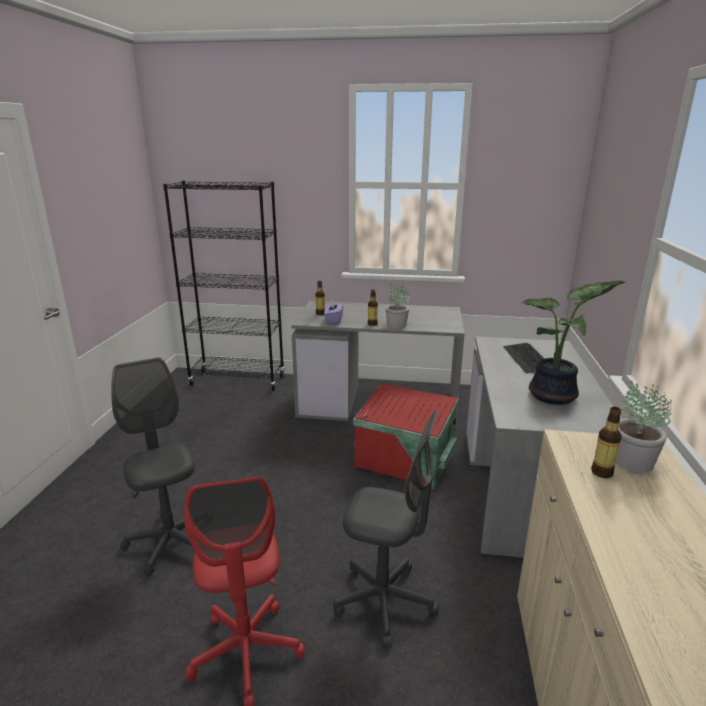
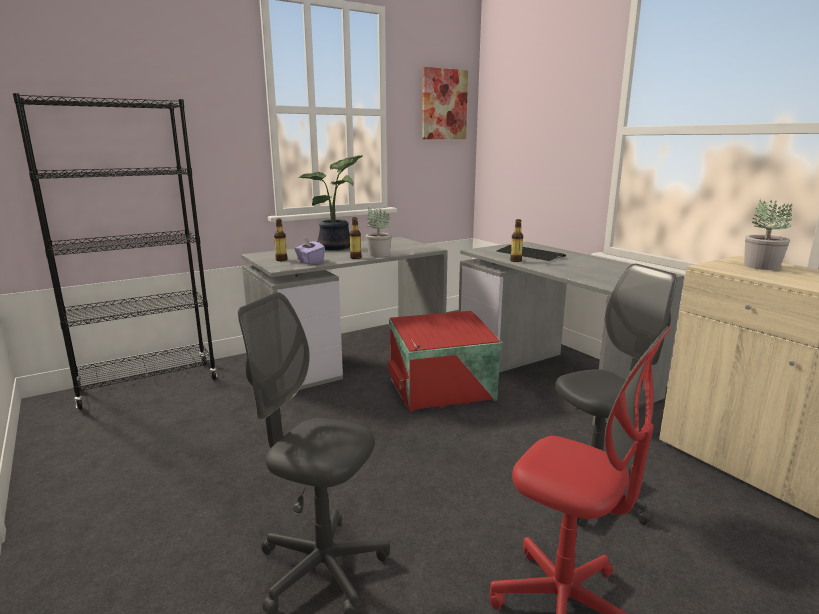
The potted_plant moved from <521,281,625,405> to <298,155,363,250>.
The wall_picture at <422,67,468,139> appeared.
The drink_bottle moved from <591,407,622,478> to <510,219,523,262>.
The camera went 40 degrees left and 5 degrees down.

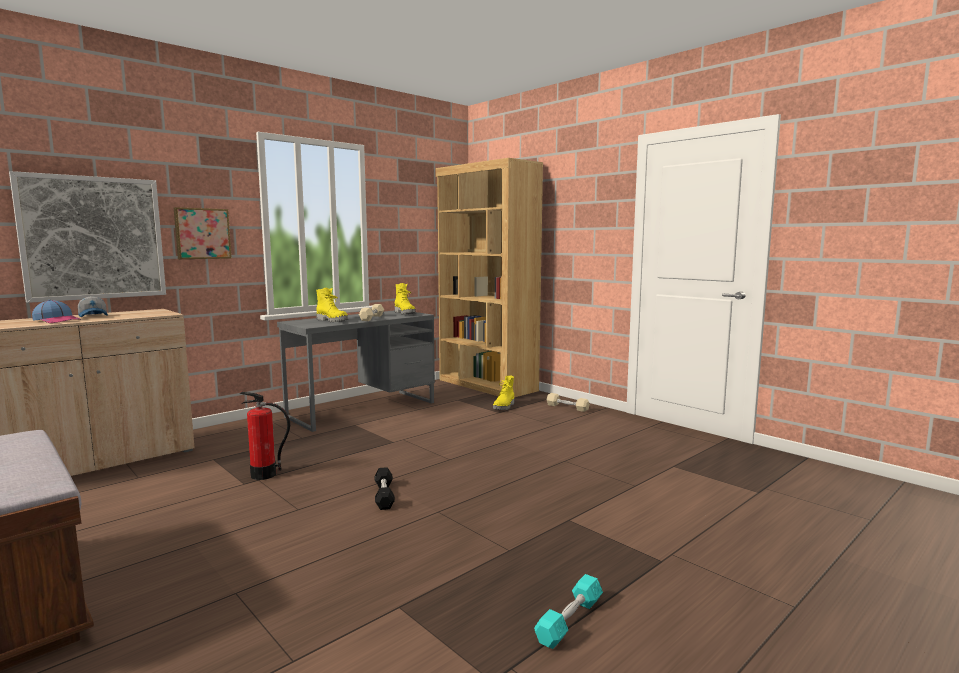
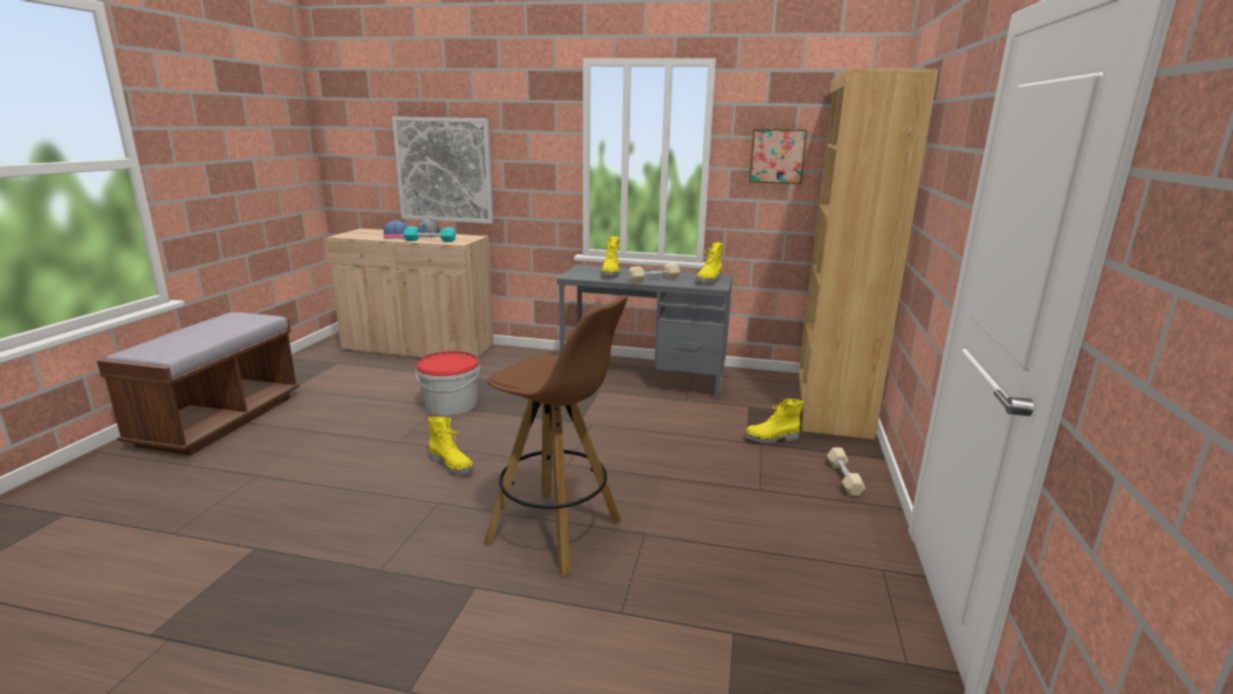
The turquoise_dumbbell moved from <534,574,603,649> to <404,227,456,242>.
The extinguisher at <239,392,290,480> was replaced by the water_bucket at <416,351,480,415>.
The blackish_dumbbell at <374,467,395,510> was replaced by the yellow-coloured_boot at <428,417,473,475>.
The brown-coloured_stool at <484,295,628,577> appeared.
The wall_picture moved from <174,207,232,259> to <749,128,808,184>.
The camera went 55 degrees right and 10 degrees up.

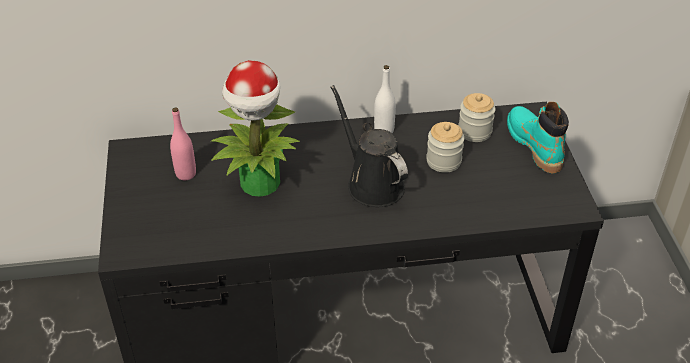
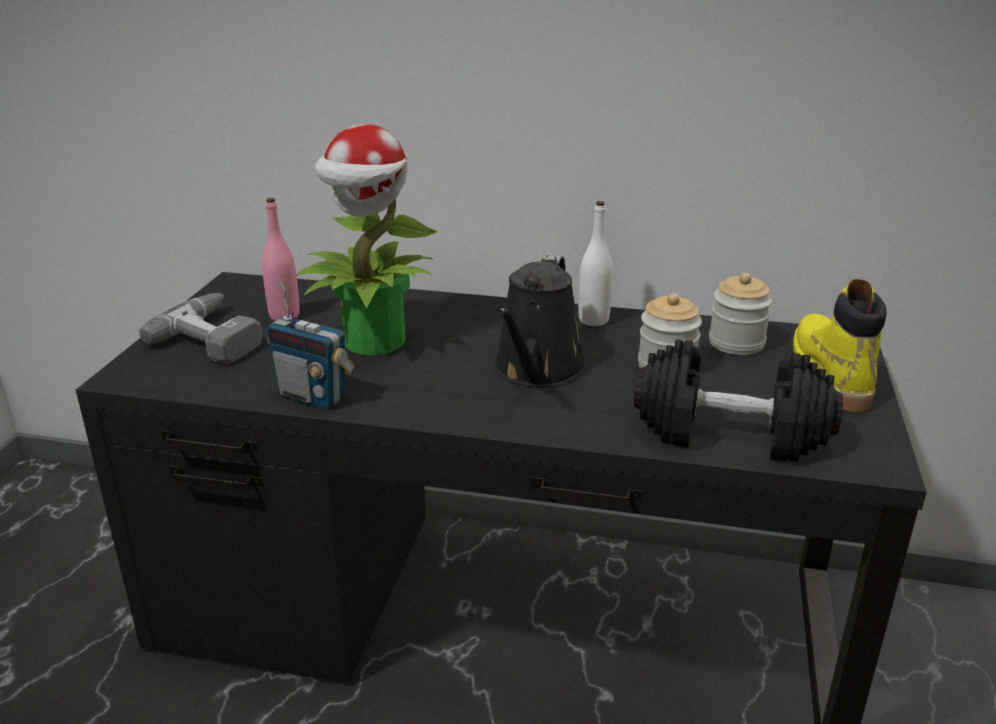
The power_drill at <139,293,262,364> appeared.
The radio_set at <266,278,355,409> appeared.
The blackish_watering_can at <331,85,408,207> turned 150 degrees counterclockwise.
The blackish_dumbbell at <634,339,843,462> appeared.
The turquoise_boot at <507,102,569,173> became the yellow-coloured_boot at <793,279,887,412>.
The camera went 20 degrees right and 15 degrees down.

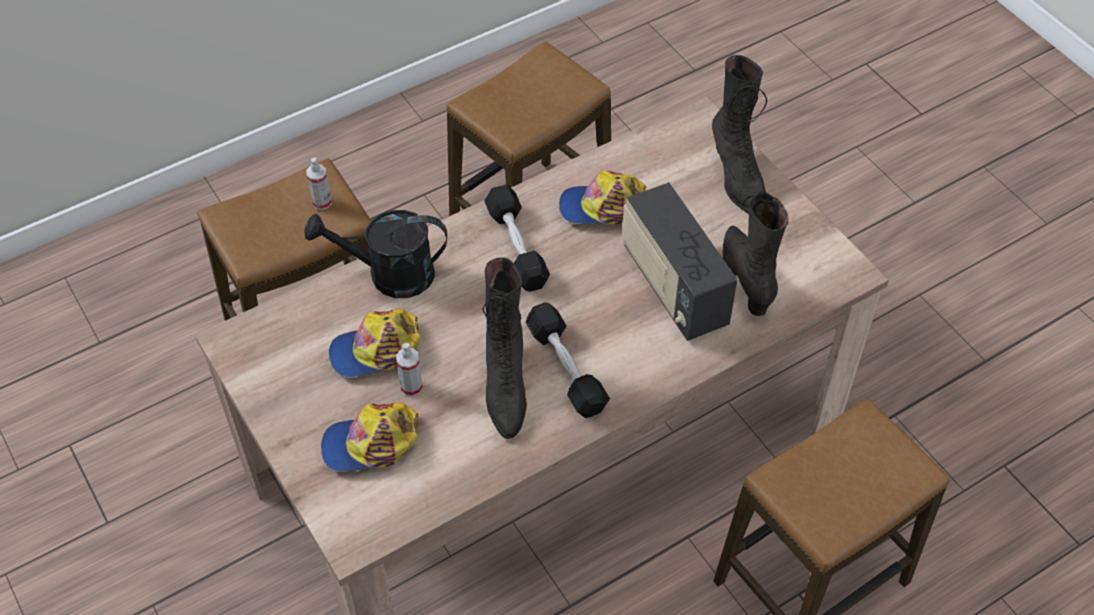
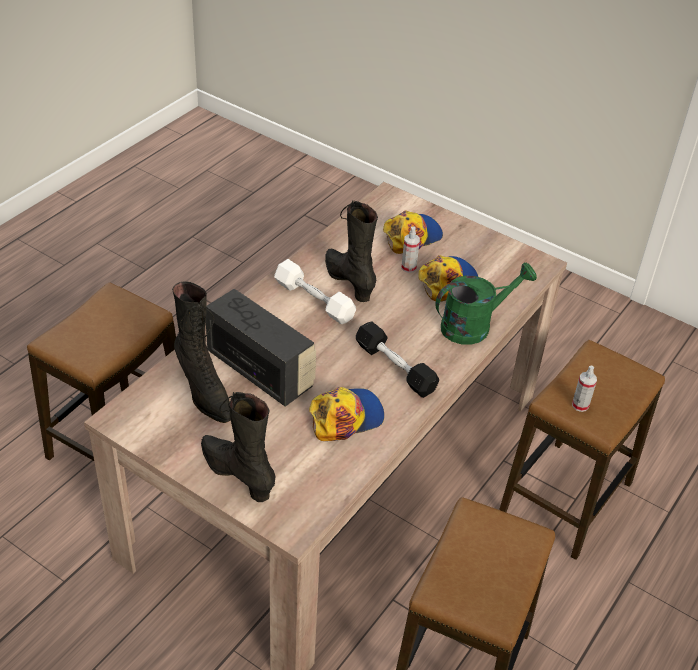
The blackish_dumbbell at <526,303,610,418> became the whitish_dumbbell at <274,259,356,324>.
The blackish_watering_can at <304,210,447,298> became the green-coloured_watering_can at <435,262,537,345>.
The camera went 155 degrees right and 10 degrees down.

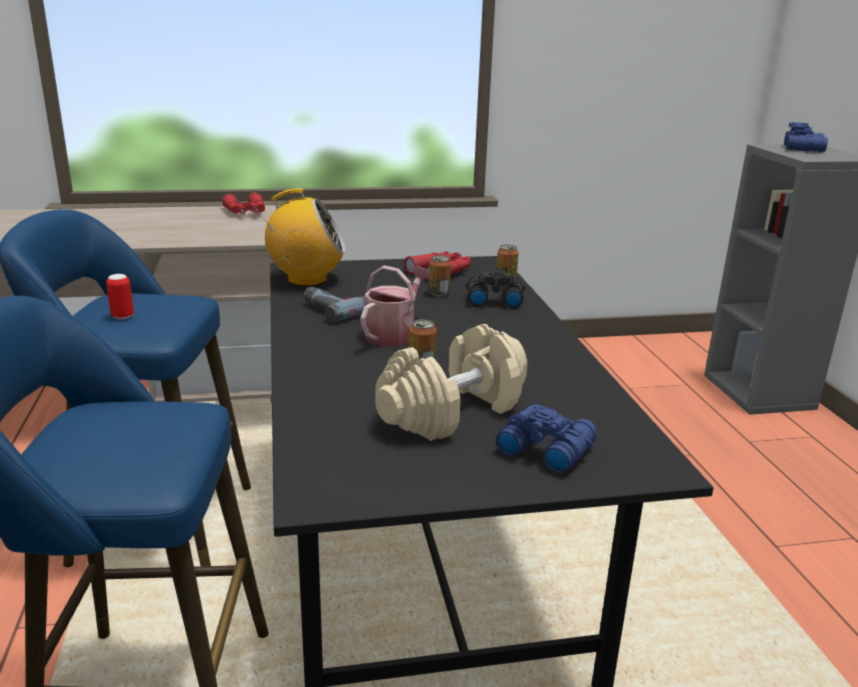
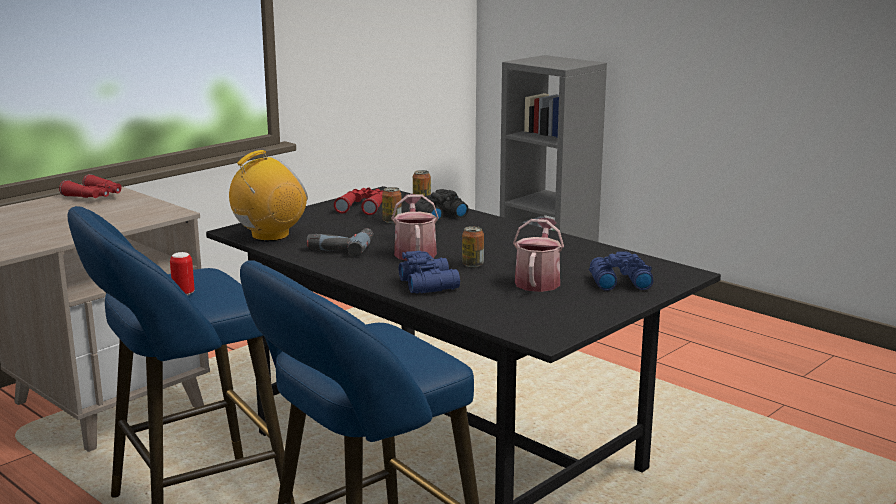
The blue-coloured_binoculars moved from <784,122,828,152> to <399,251,460,294>.
The beige_dumbbell at <375,324,528,441> was replaced by the watering_can at <513,218,564,292>.
The camera went 35 degrees left and 5 degrees down.

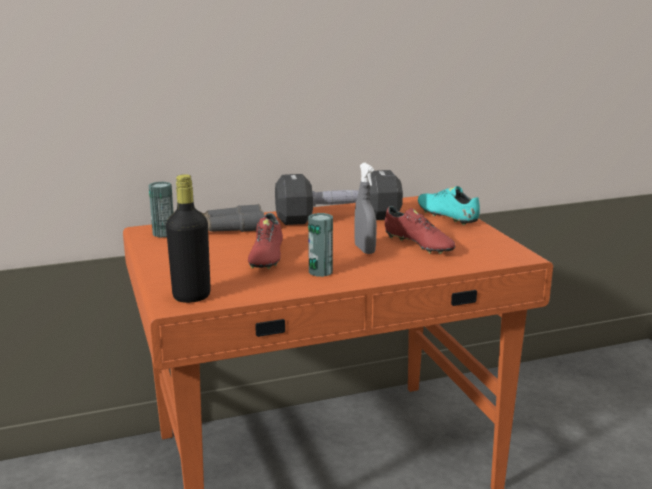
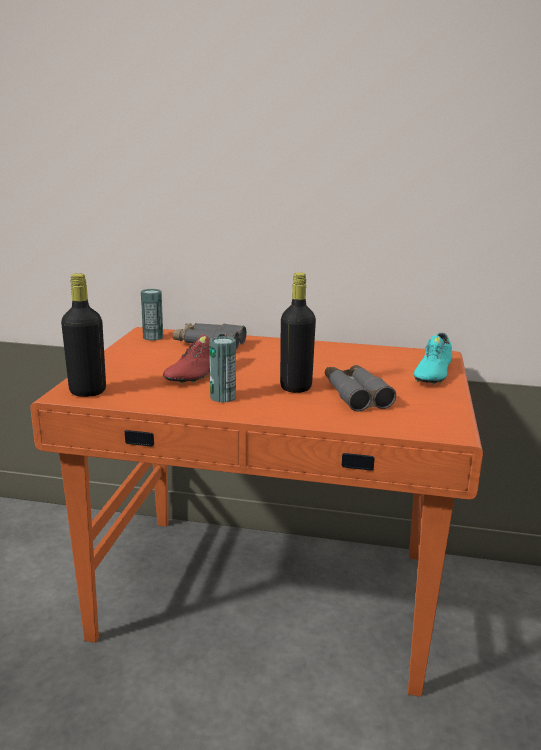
The gray_sprayer at <354,163,377,254> was replaced by the blackish_drink_bottle at <280,273,316,393>.
The reddish_item_of_footwear at <385,206,456,254> was replaced by the gray_binoculars at <325,365,396,412>.
The turquoise_item_of_footwear at <418,186,480,225> turned 150 degrees counterclockwise.
The blackish_dumbbell at <275,170,403,225> disappeared.
The camera went 30 degrees right and 0 degrees up.

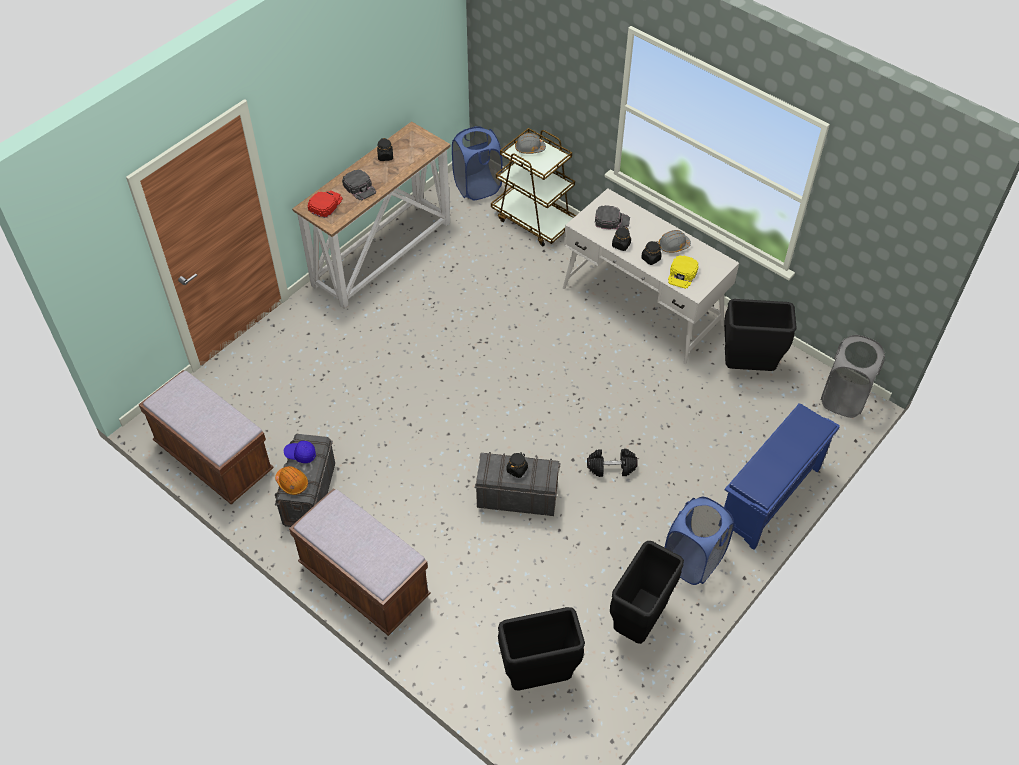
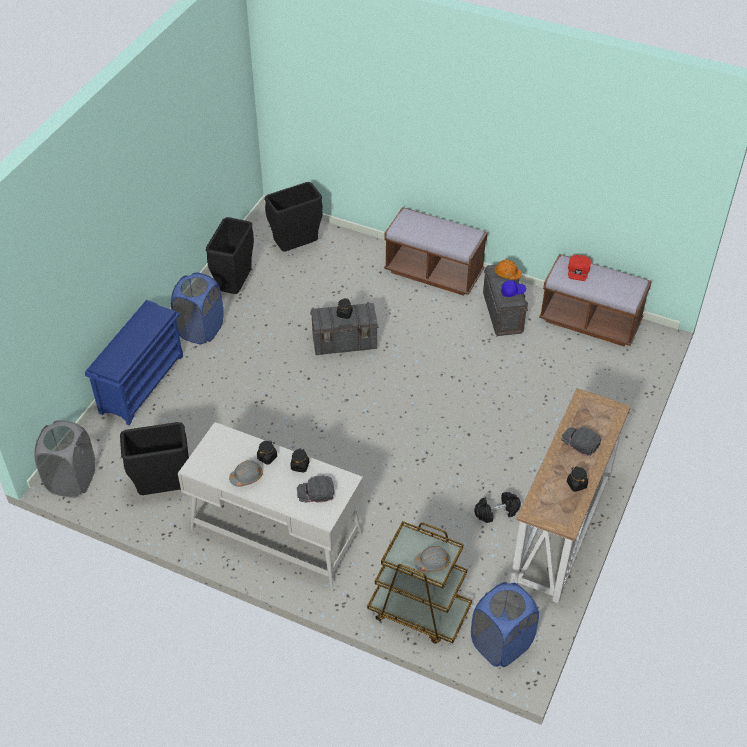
The blackish_dumbbell moved from <587,449,638,477> to <474,492,521,523>.
The reddish_baseball_cap moved from <307,190,343,218> to <568,255,591,281>.
The yellow-coloured_baseball_cap at <668,255,699,289> disappeared.
The camera went 165 degrees right and 5 degrees down.

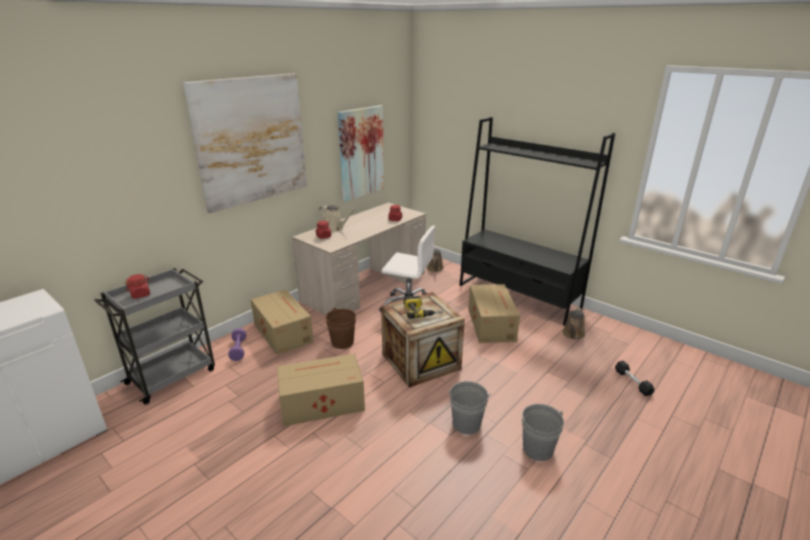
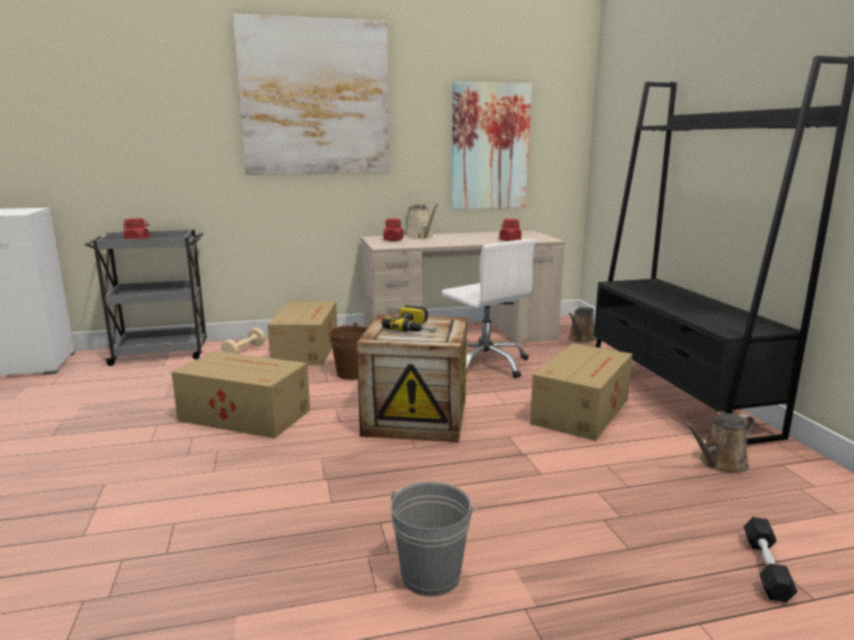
The purple-coloured_dumbbell at <228,328,246,361> became the beige_dumbbell at <221,328,265,354>.
The gray_water_bucket at <447,381,491,434> disappeared.
The camera went 35 degrees right and 10 degrees down.

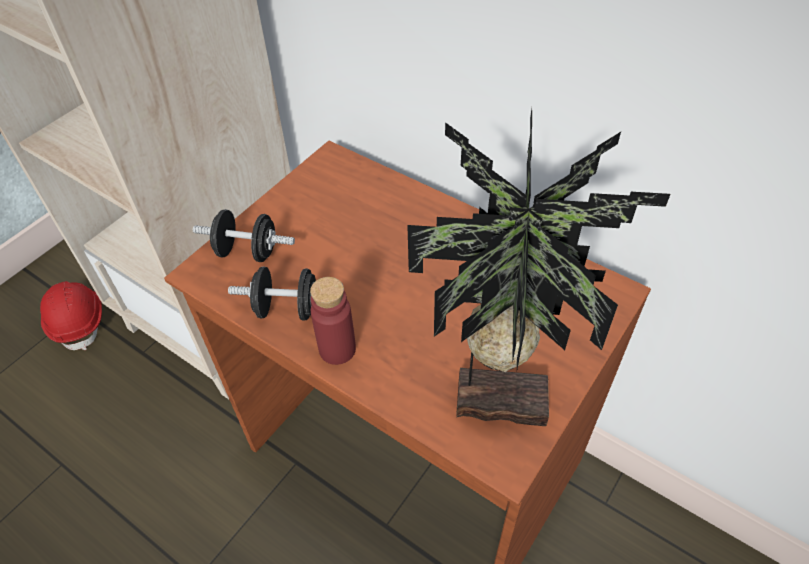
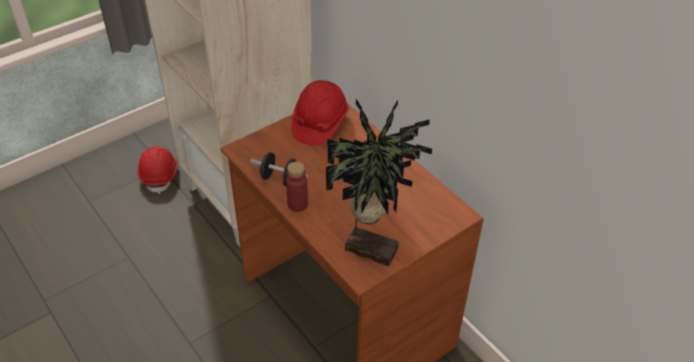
The reddish_hard_hat at <291,80,349,146> appeared.
The blackish_dumbbell at <193,209,295,262> disappeared.
The camera went 15 degrees right and 5 degrees down.

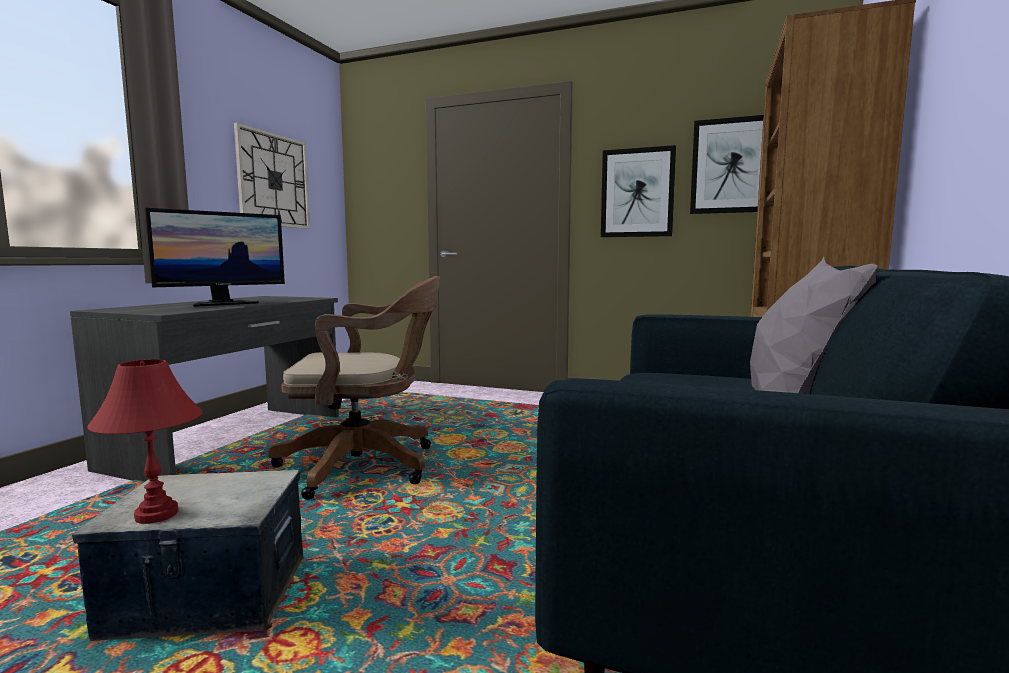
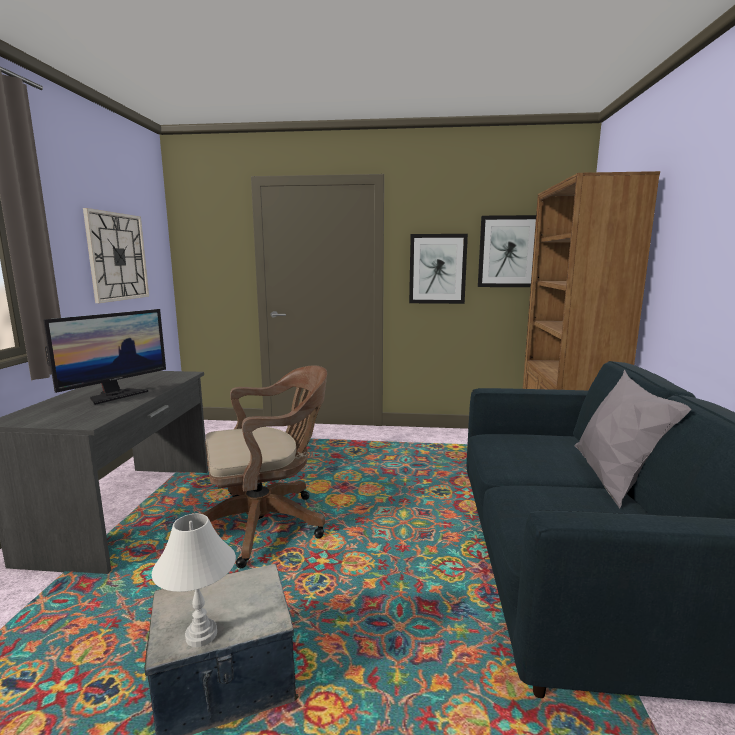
The reddish_table_lamp at <87,359,203,524> became the whitish_table_lamp at <152,514,236,647>.
The camera went 15 degrees left and 5 degrees up.

